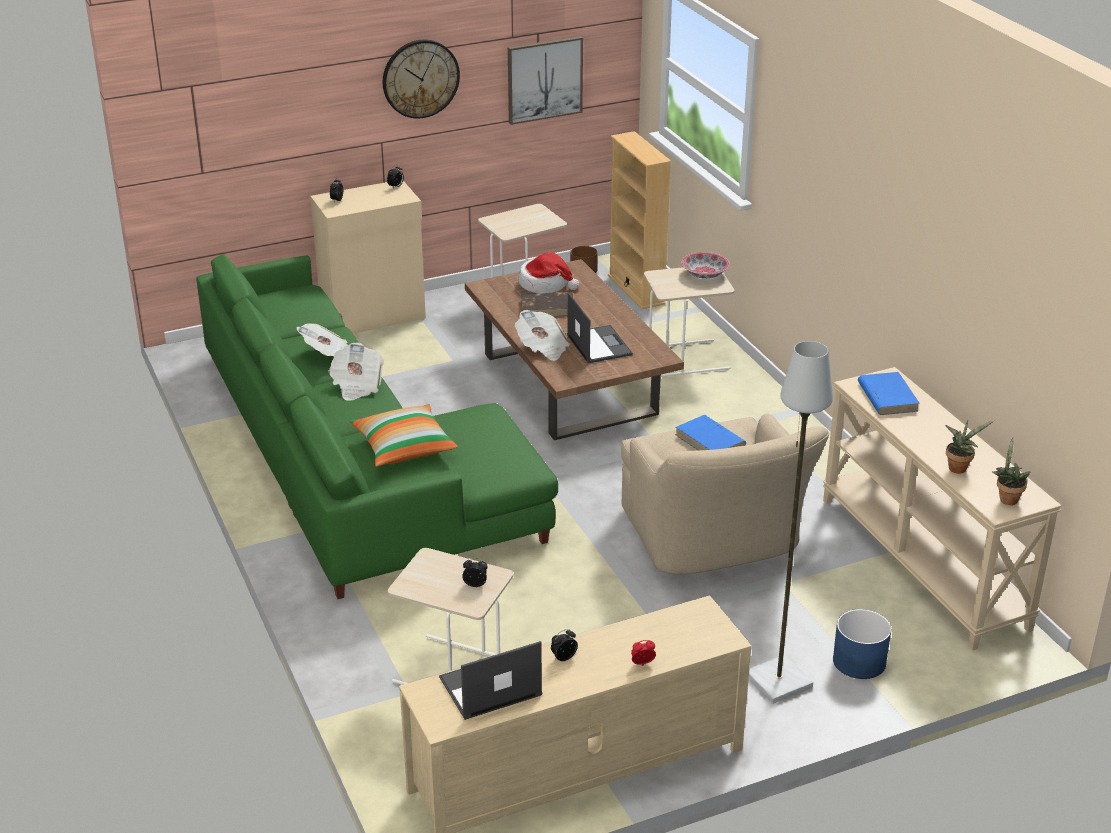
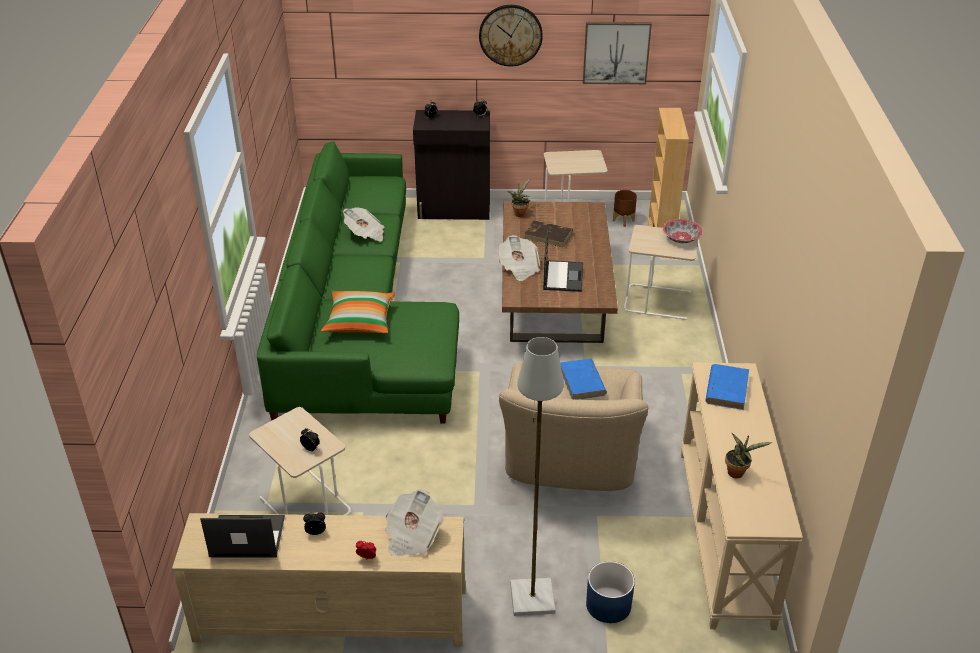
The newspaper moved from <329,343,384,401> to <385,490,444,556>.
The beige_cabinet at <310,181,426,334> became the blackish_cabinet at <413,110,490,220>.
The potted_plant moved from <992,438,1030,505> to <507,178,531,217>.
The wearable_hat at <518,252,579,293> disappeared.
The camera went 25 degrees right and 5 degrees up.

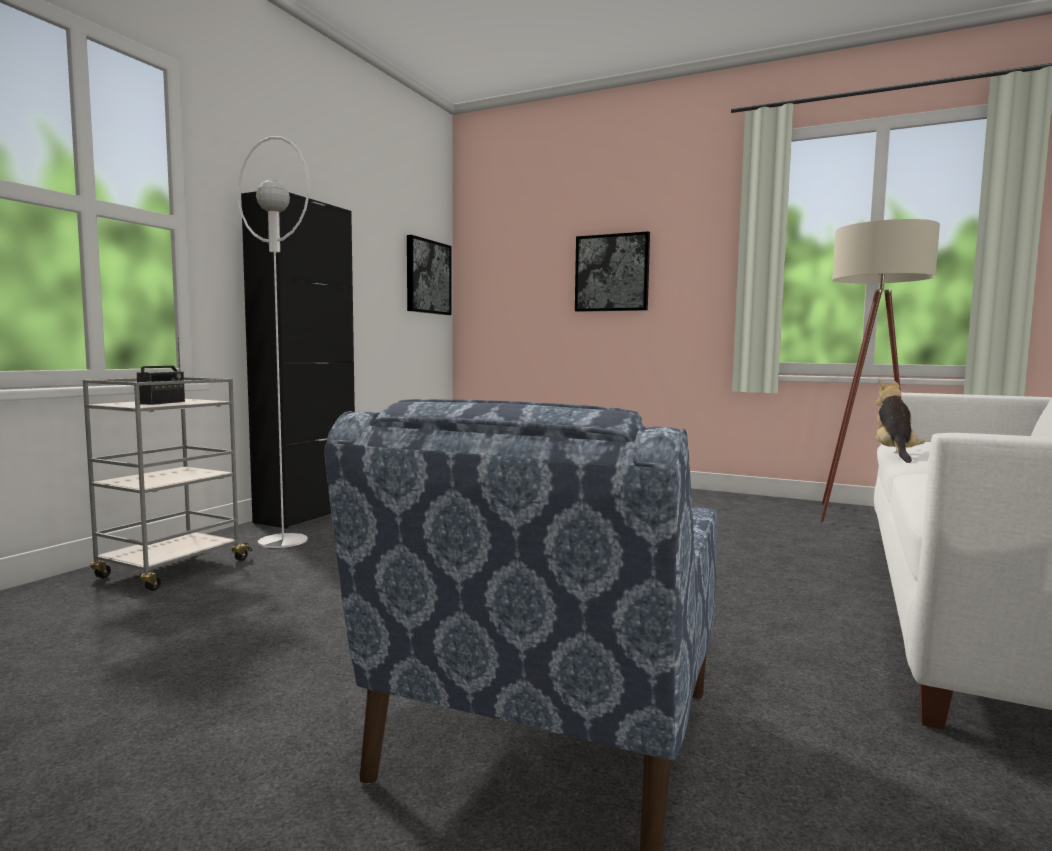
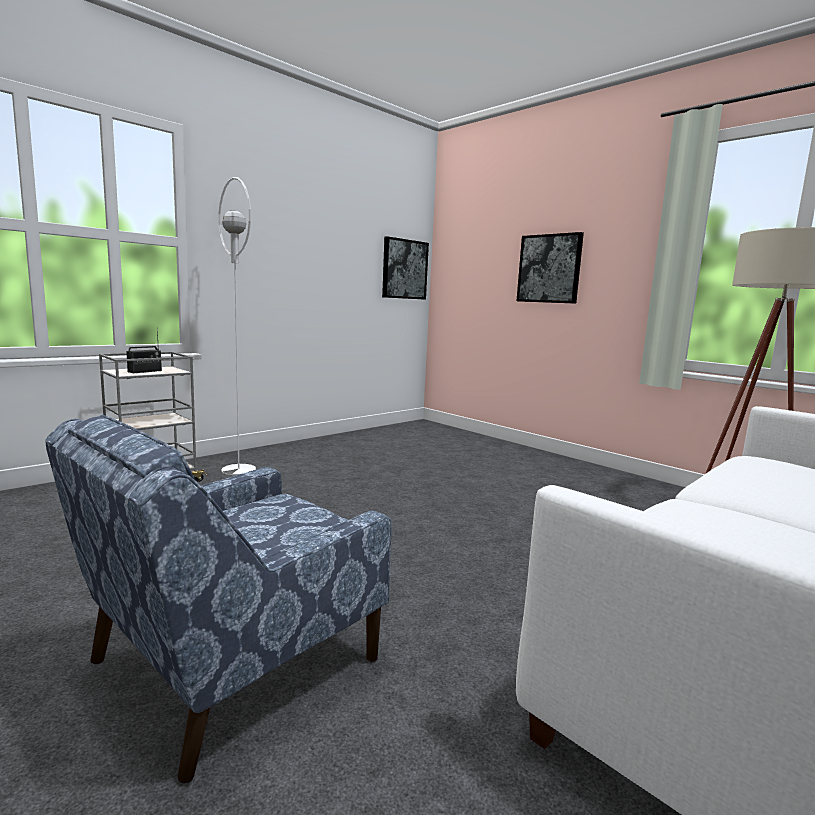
The blackish_cabinet at <241,191,355,529> disappeared.
The soft_toy at <875,380,925,463> disappeared.
The camera went 20 degrees right and 5 degrees up.

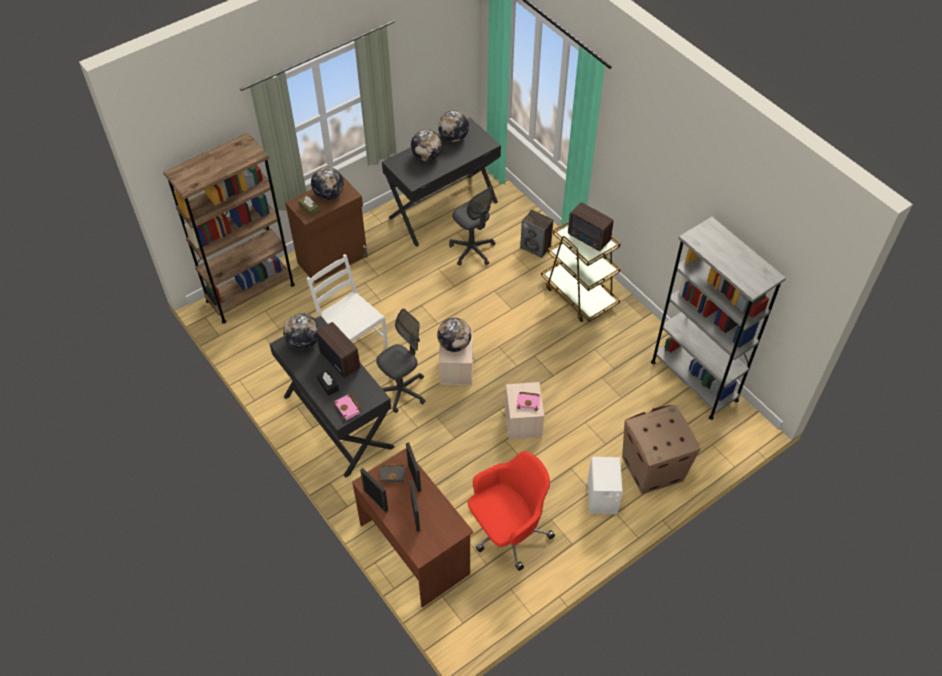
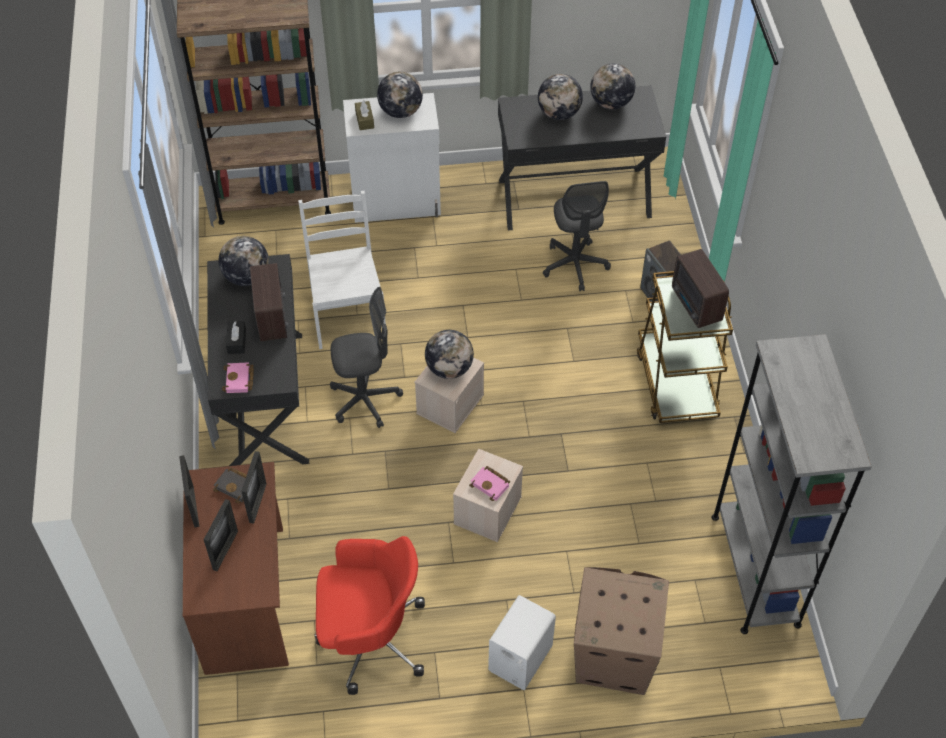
The brown-coloured_cabinet at <285,174,367,283> became the whitish_cabinet at <343,93,441,223>.
The camera went 30 degrees right and 0 degrees up.

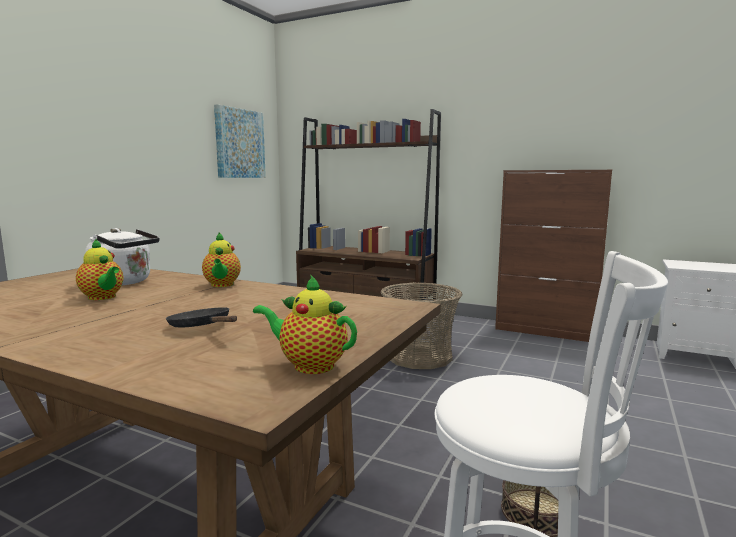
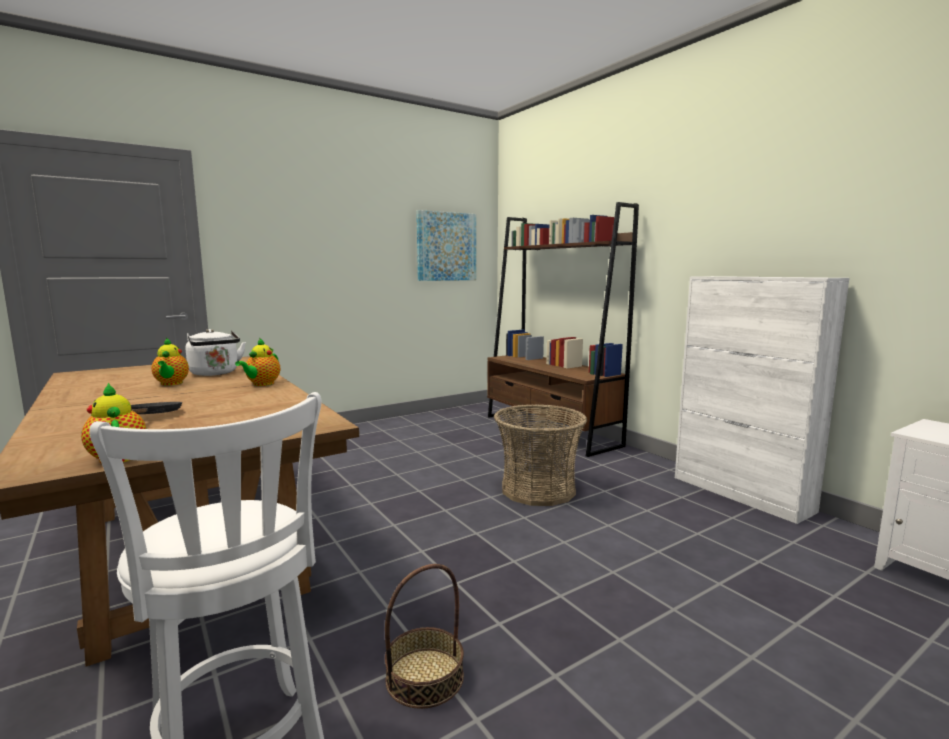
The brown-coloured_cabinet at <495,170,612,342> became the whitish_cabinet at <675,276,850,524>.
The camera went 30 degrees right and 0 degrees up.

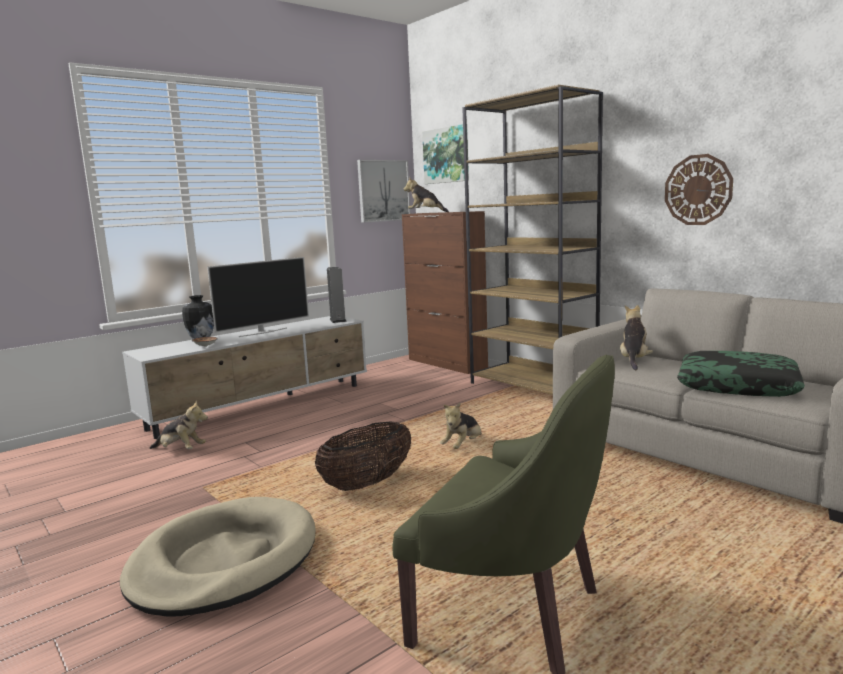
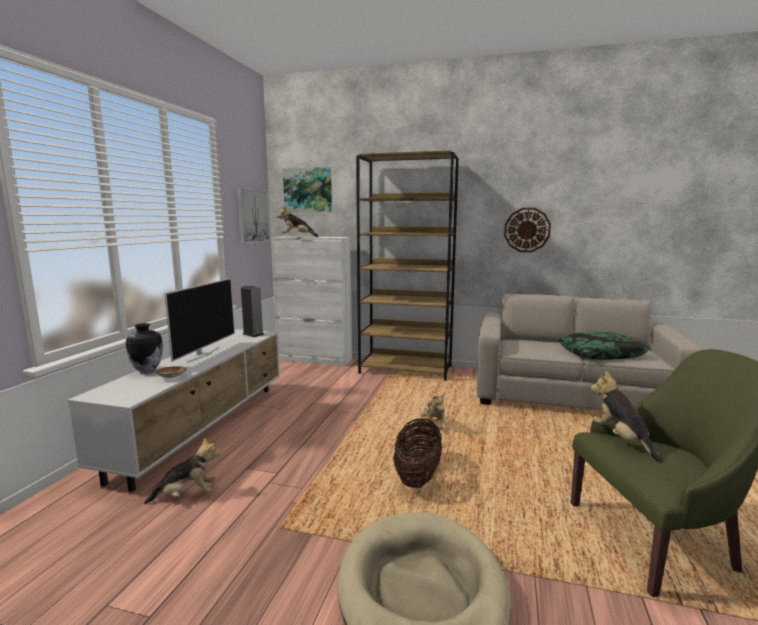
The brown-coloured_cabinet at <402,211,488,374> became the whitish_cabinet at <271,236,352,366>.
The soft_toy moved from <620,305,653,370> to <591,371,663,463>.
The camera went 35 degrees left and 0 degrees up.

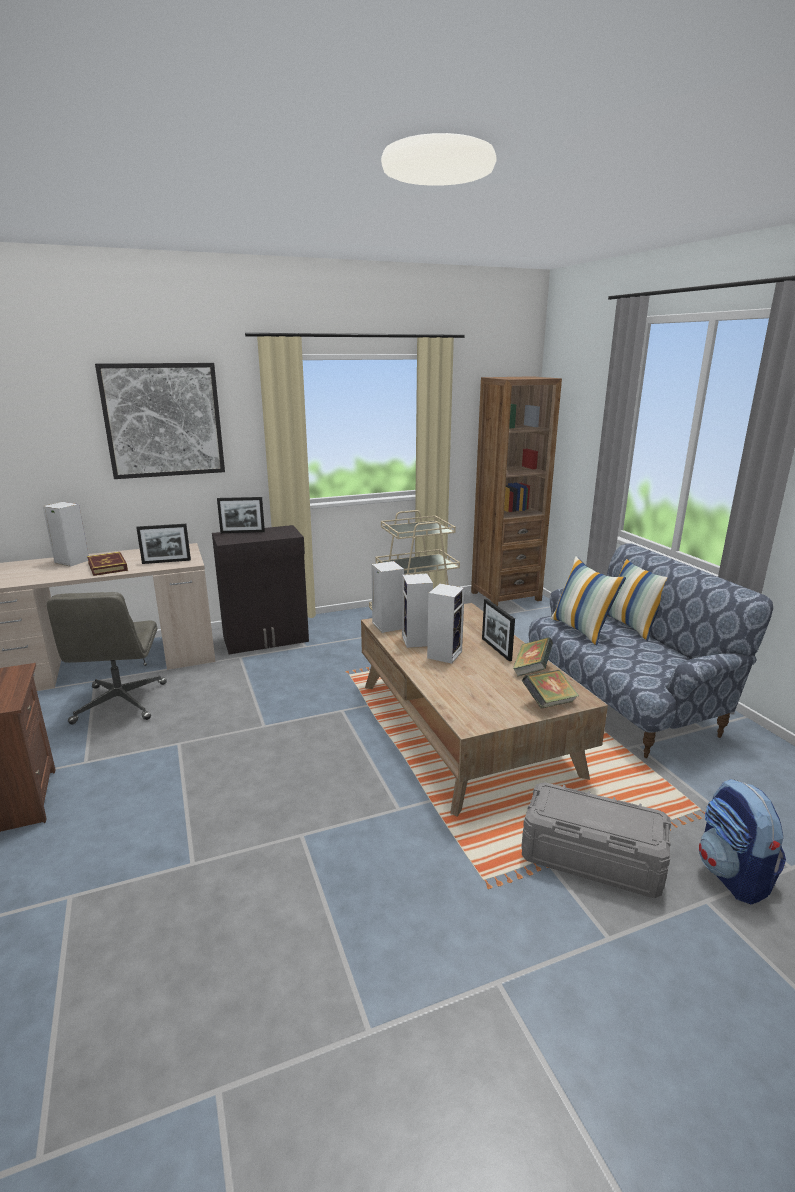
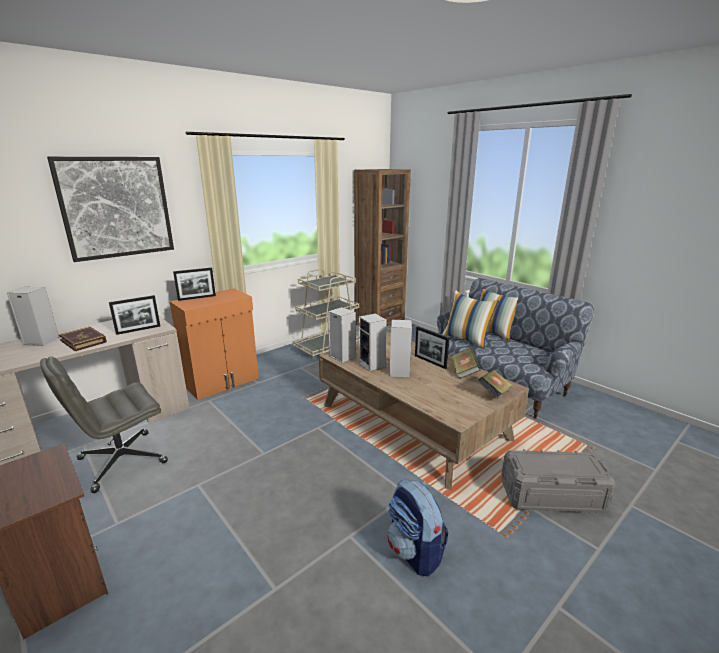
The gray_office_chair at <47,592,167,725> turned 75 degrees clockwise.
The blackish_cabinet at <212,525,309,654> became the orange_cabinet at <170,288,259,400>.
The rucksack moved from <699,779,786,904> to <388,478,448,576>.
The camera went 20 degrees left and 0 degrees up.

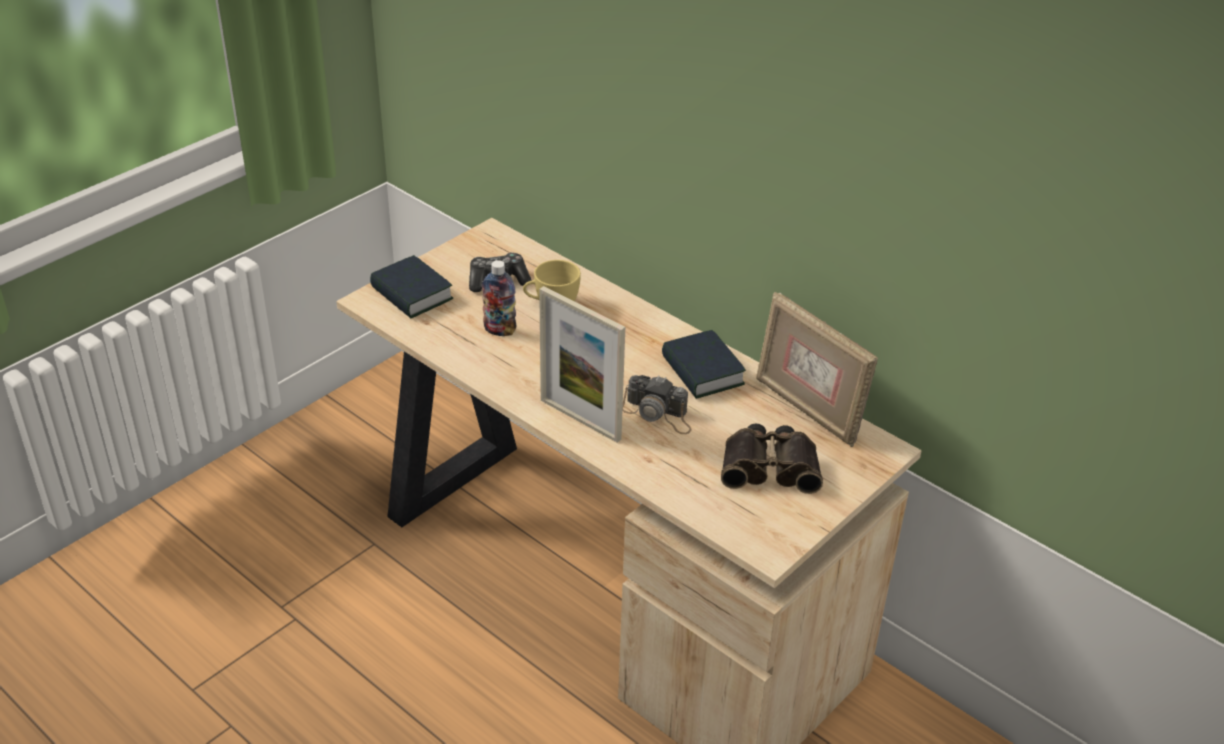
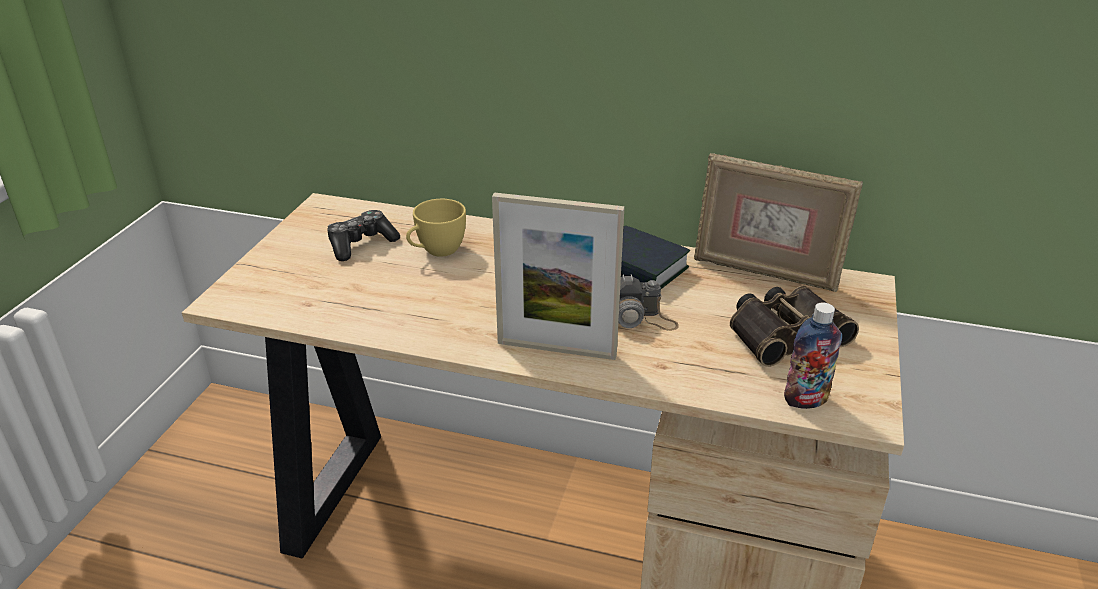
The drink_bottle moved from <482,260,516,336> to <784,303,842,409>.
The volume at <370,255,453,318> disappeared.
The camera went 25 degrees left and 5 degrees down.

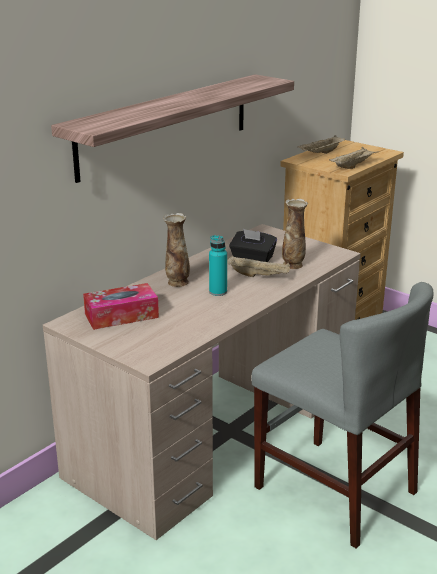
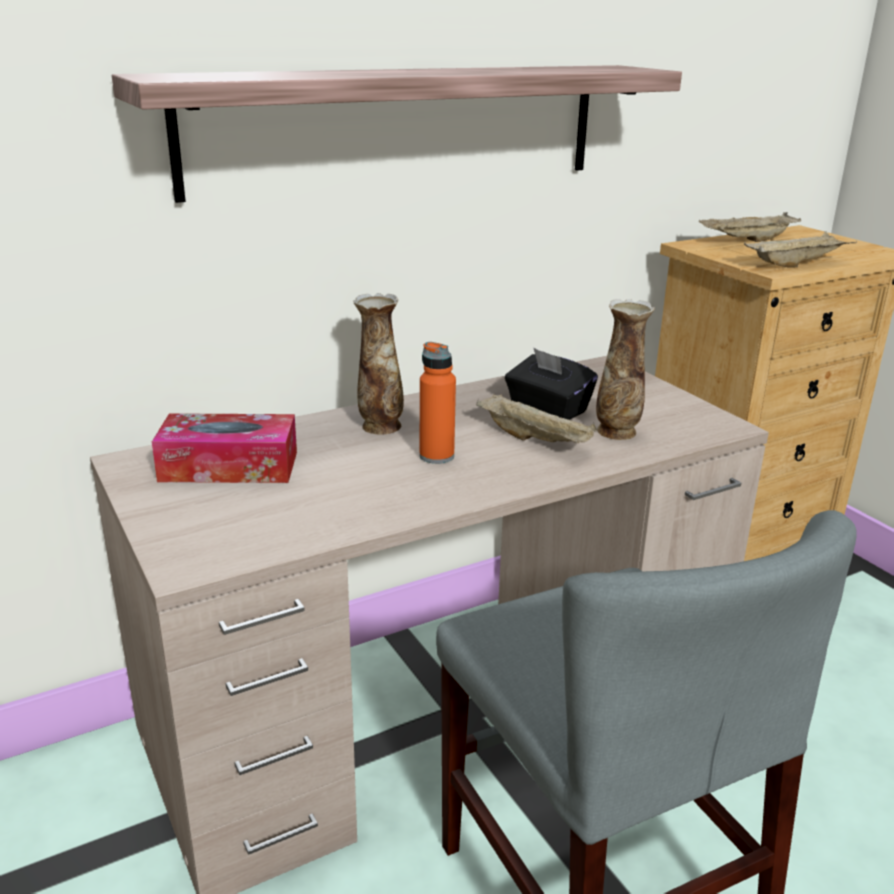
The turquoise_drink_bottle at <209,235,227,296> became the orange_drink_bottle at <419,342,456,464>.
The camera went 20 degrees right and 0 degrees up.

